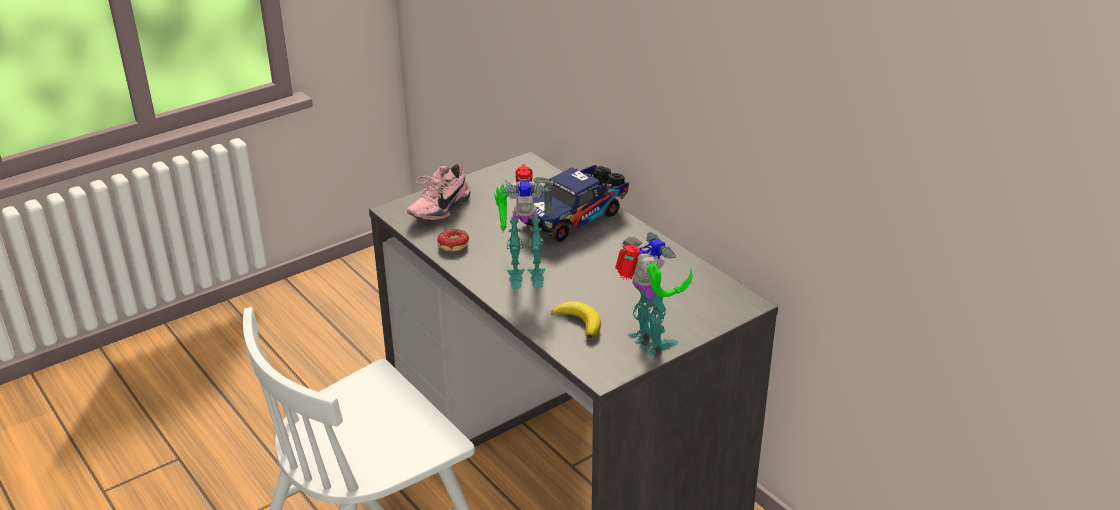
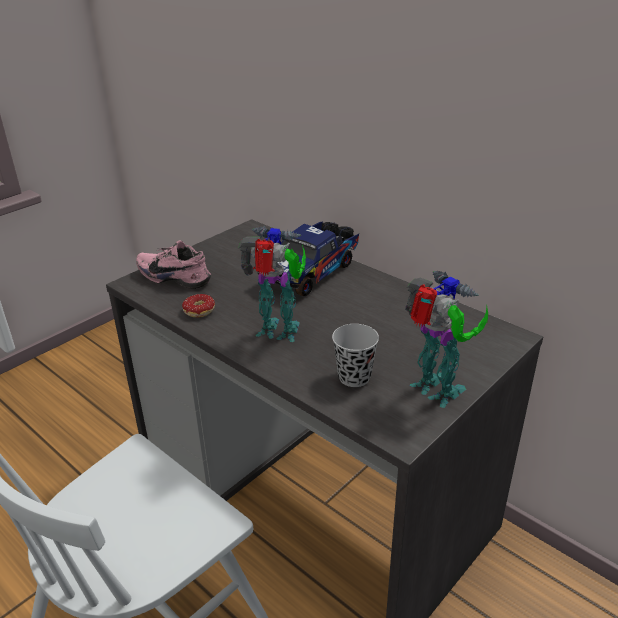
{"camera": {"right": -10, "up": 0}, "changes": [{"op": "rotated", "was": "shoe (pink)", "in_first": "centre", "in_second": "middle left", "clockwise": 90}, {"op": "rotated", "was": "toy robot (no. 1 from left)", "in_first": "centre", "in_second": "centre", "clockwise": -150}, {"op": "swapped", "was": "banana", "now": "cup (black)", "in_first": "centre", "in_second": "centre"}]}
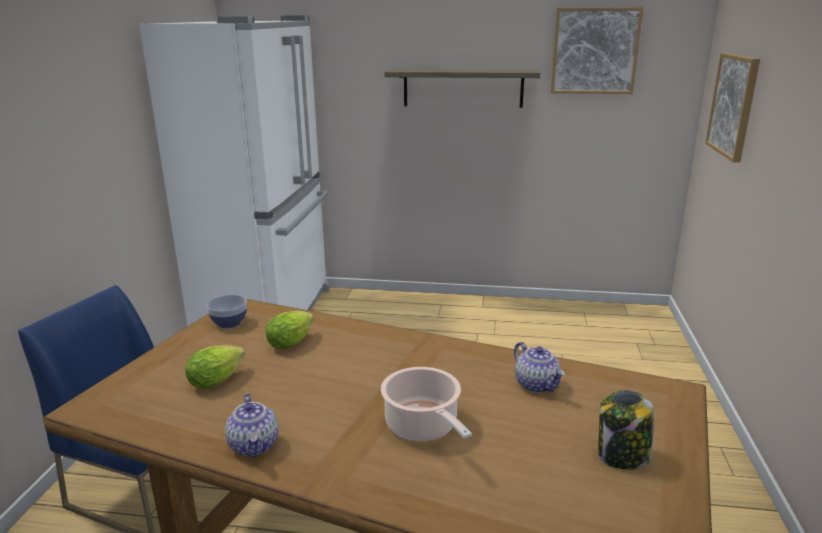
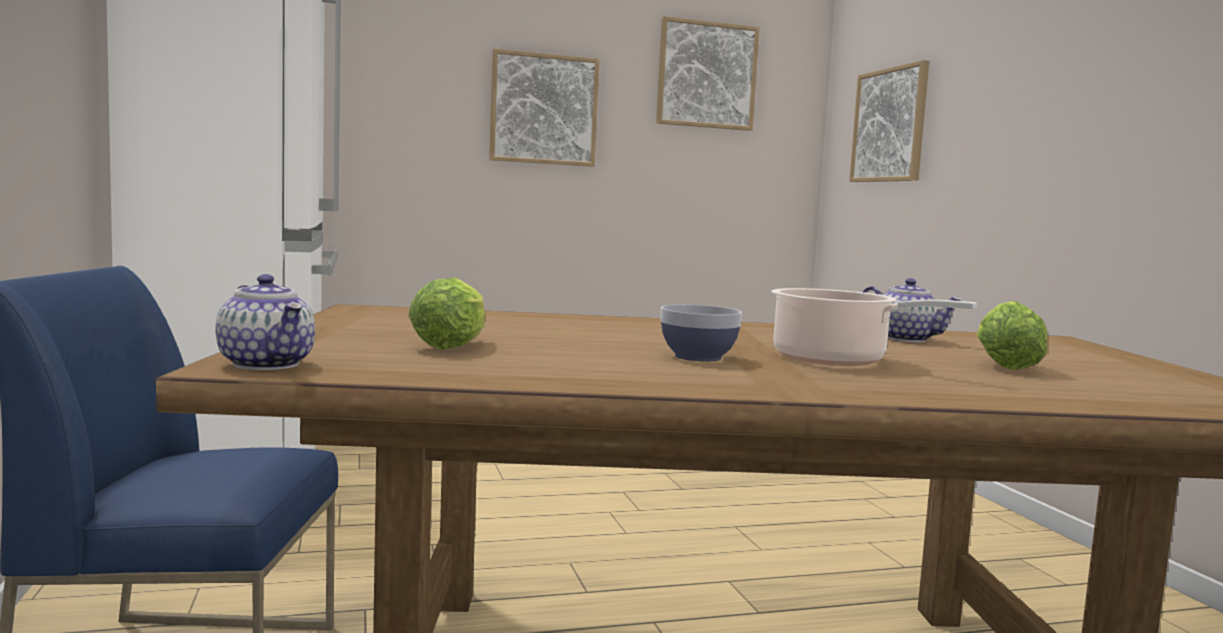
{"camera": {"right": -25, "up": -15}, "changes": [{"op": "swapped", "was": "shelf", "now": "picture (no. 1 from left)", "in_first": "top centre", "in_second": "top centre"}, {"op": "shifted", "was": "bowl", "in_first": "middle left", "in_second": "centre"}, {"op": "shifted", "was": "lettuce (no. 2 from left)", "in_first": "centre", "in_second": "middle right"}, {"op": "gone", "was": "jar", "in_first": "bottom right"}, {"op": "shifted", "was": "teapot (no. 1 from left)", "in_first": "bottom left", "in_second": "middle left"}]}
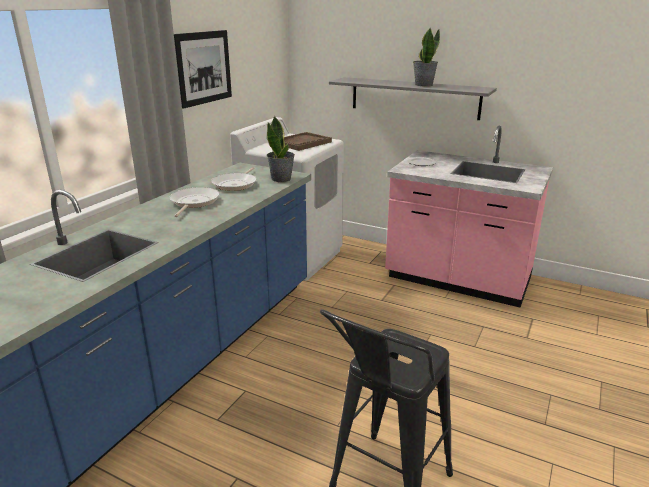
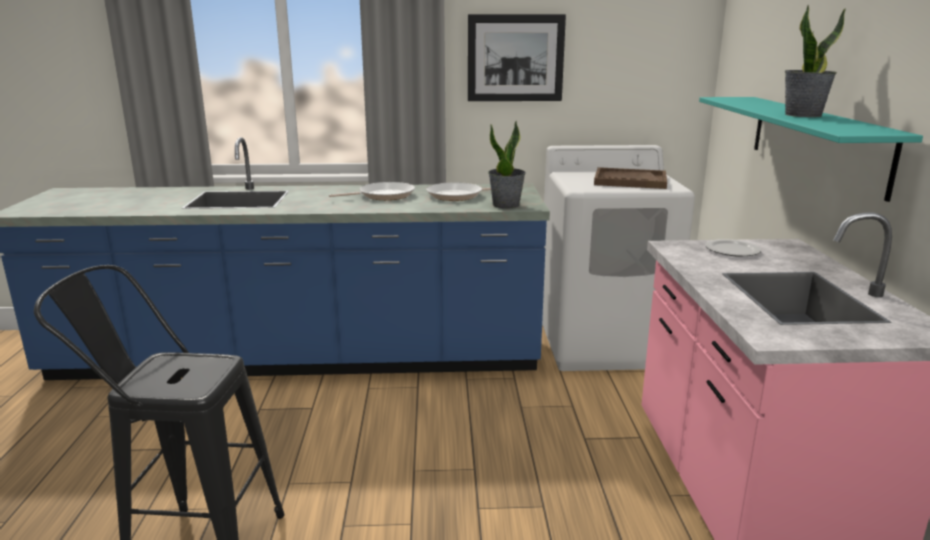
{"camera": {"right": 60, "up": -5}, "changes": [{"op": "repainted", "was": "shelf (grey)", "now": "shelf (turquoise)", "in_first": "top centre", "in_second": "top right"}]}
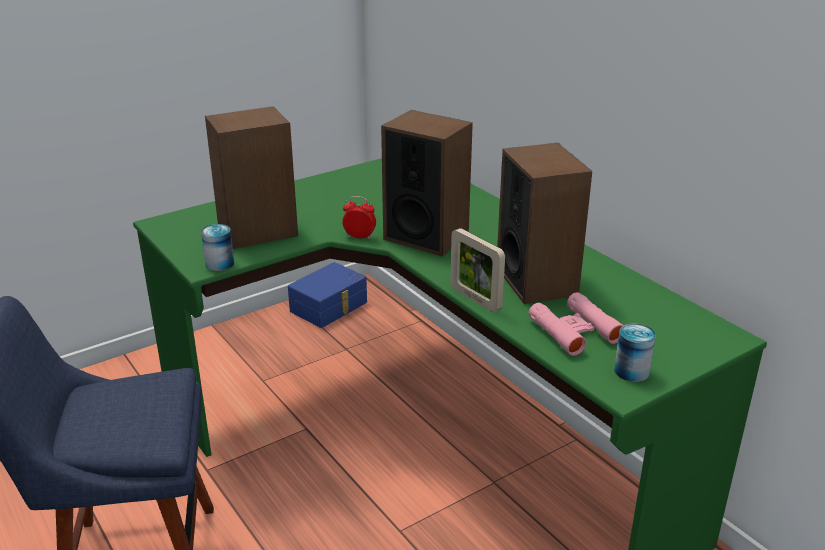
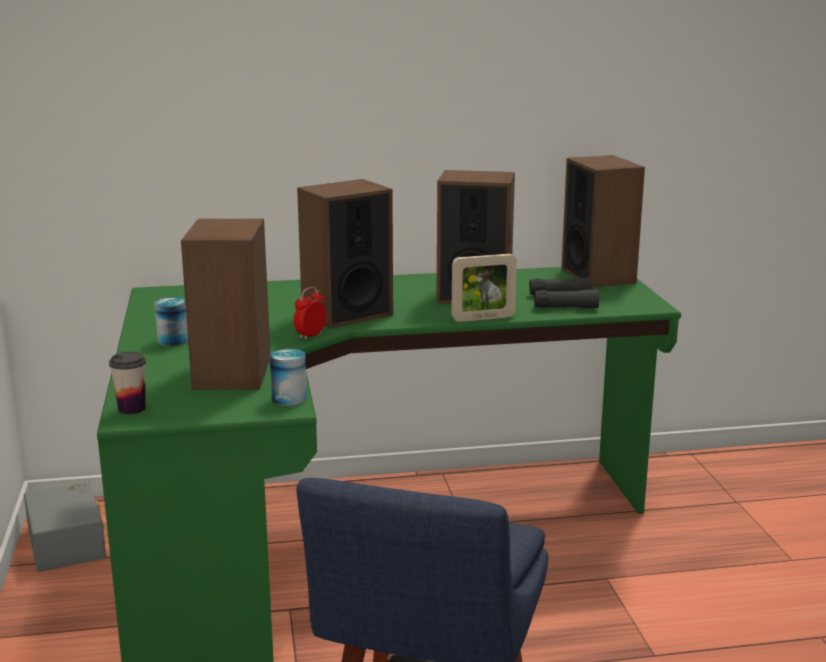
{"camera": {"right": -65, "up": -10}, "changes": [{"op": "repainted", "was": "storage box (blue)", "now": "storage box (grey)", "in_first": "centre", "in_second": "bottom left"}, {"op": "repainted", "was": "binoculars (pink)", "now": "binoculars (black)", "in_first": "middle right", "in_second": "middle right"}, {"op": "shifted", "was": "can (no. 2 from left in the first image)", "now": "can (no. 1 from left)", "in_first": "middle right", "in_second": "middle left"}, {"op": "new", "now": "speaker (no. 4 from left)", "in_second": "middle right"}, {"op": "new", "now": "cup", "in_second": "middle left"}]}
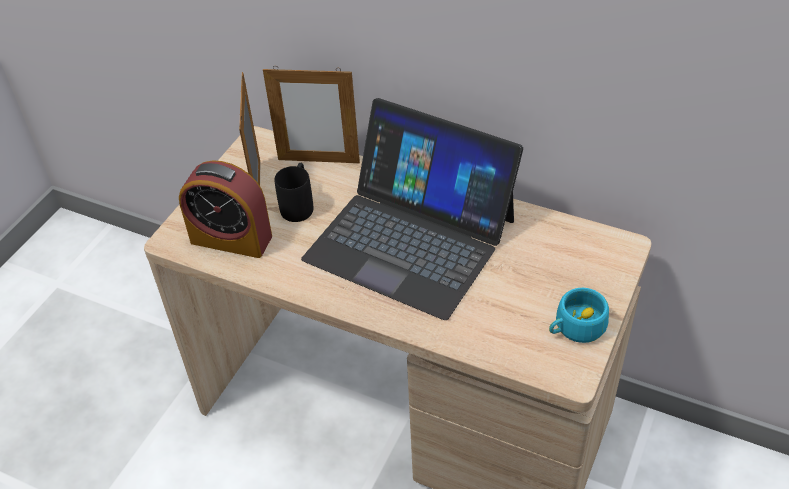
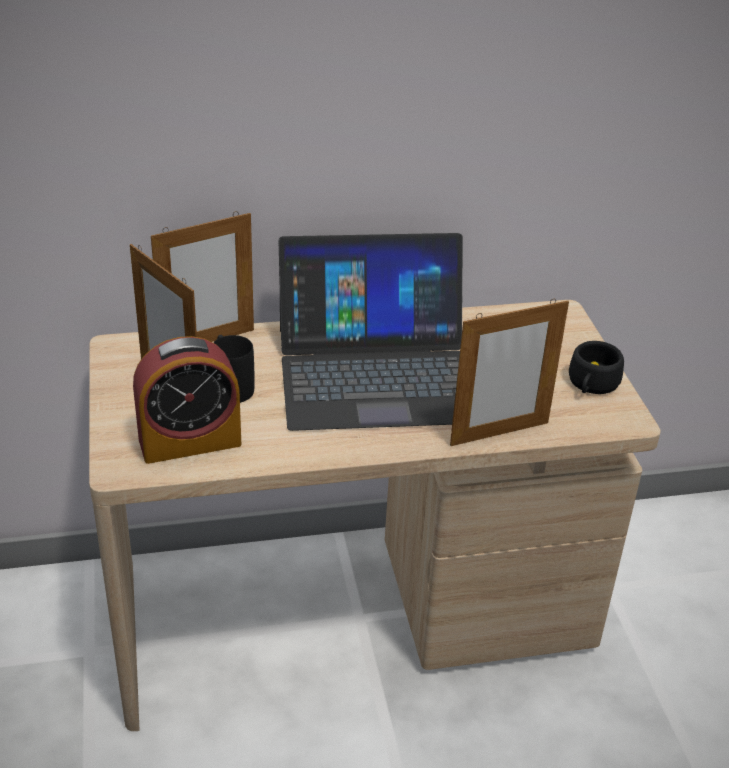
{"camera": {"right": -40, "up": -10}, "changes": [{"op": "repainted", "was": "cup (turquoise)", "now": "cup (black)", "in_first": "middle right", "in_second": "middle right"}, {"op": "new", "now": "picture frame (no. 3 from left)", "in_second": "middle right"}]}
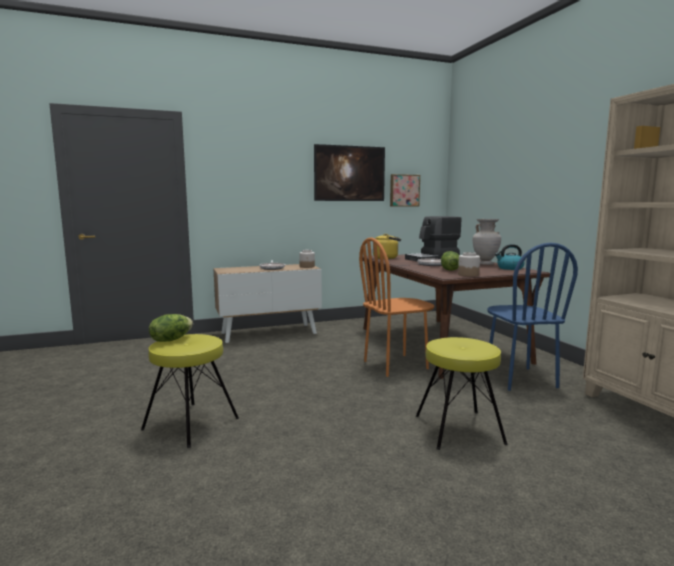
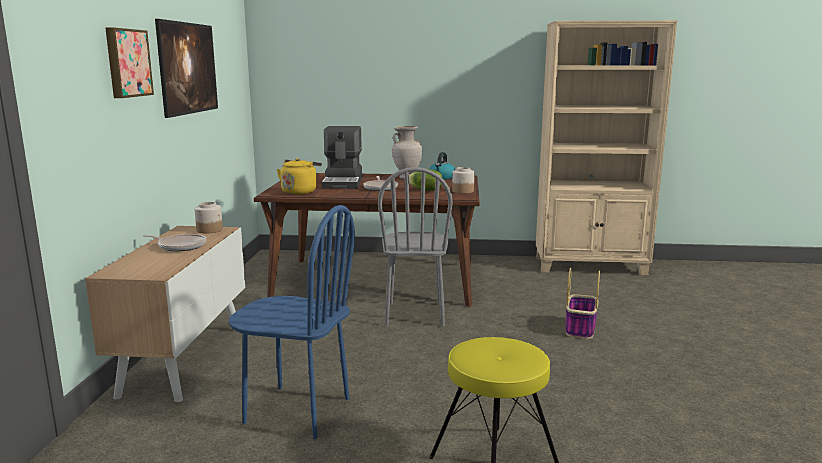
{"camera": {"right": -65, "up": 5}, "changes": [{"op": "shifted", "was": "picture (no. 2 from left in the first image)", "now": "picture (no. 1 from left)", "in_first": "centre", "in_second": "top left"}, {"op": "repainted", "was": "chair (orange)", "now": "chair (grey)", "in_first": "centre", "in_second": "centre"}, {"op": "shifted", "was": "chair (blue)", "in_first": "middle right", "in_second": "bottom centre"}, {"op": "gone", "was": "lettuce (no. 1 from left)", "in_first": "middle left"}, {"op": "swapped", "was": "stool (yellow) (no. 2 from left)", "now": "basket", "in_first": "bottom right", "in_second": "middle right"}]}
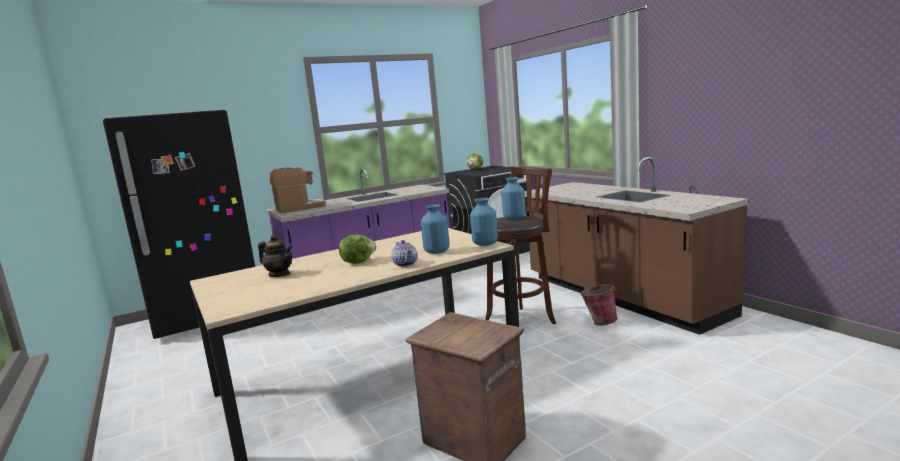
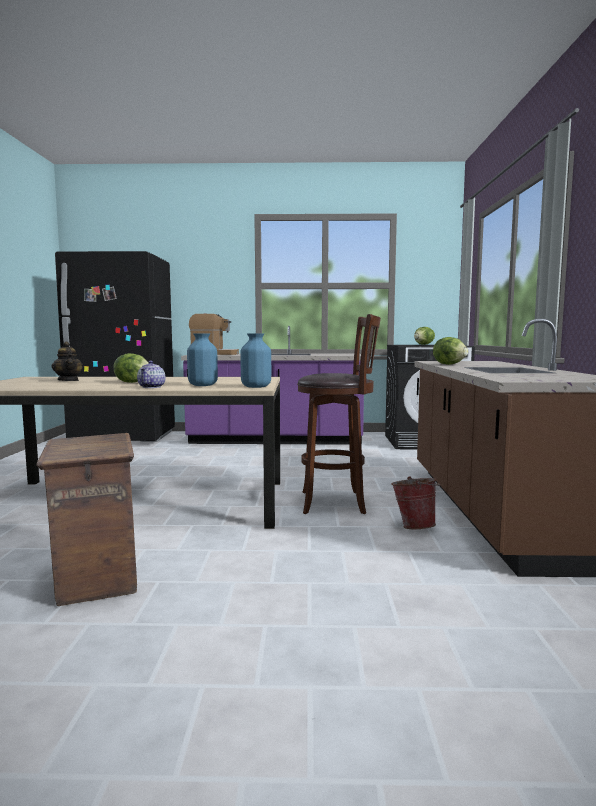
{"camera": {"right": 30, "up": -5}, "changes": [{"op": "gone", "was": "vase (blue) (no. 3 from left)", "in_first": "centre"}, {"op": "new", "now": "lettuce (no. 3 from left)", "in_second": "middle right"}]}
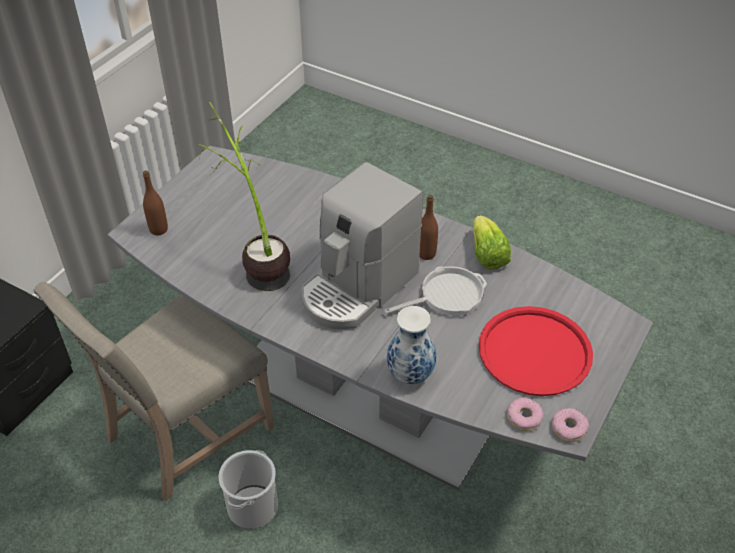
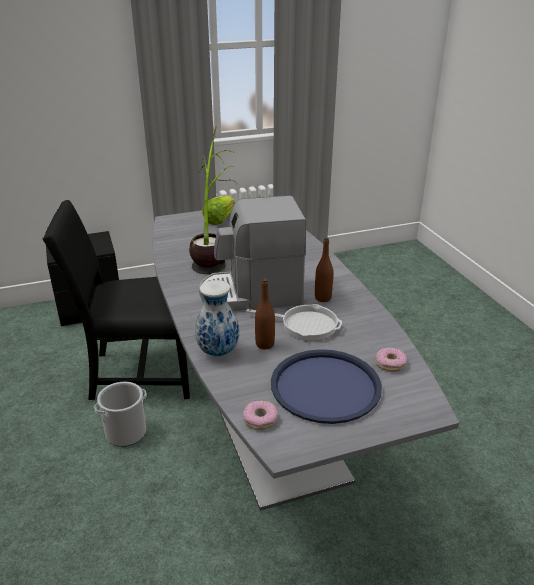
{"camera": {"right": 40, "up": -15}, "changes": [{"op": "shifted", "was": "bottle (brown) (no. 1 from left)", "in_first": "middle left", "in_second": "centre"}, {"op": "shifted", "was": "lettuce", "in_first": "middle right", "in_second": "centre"}, {"op": "repainted", "was": "chair (beige)", "now": "chair (black)", "in_first": "bottom left", "in_second": "middle left"}, {"op": "repainted", "was": "tray (red)", "now": "tray (blue)", "in_first": "middle right", "in_second": "centre"}, {"op": "shifted", "was": "donut (no. 2 from left)", "in_first": "bottom right", "in_second": "middle right"}]}
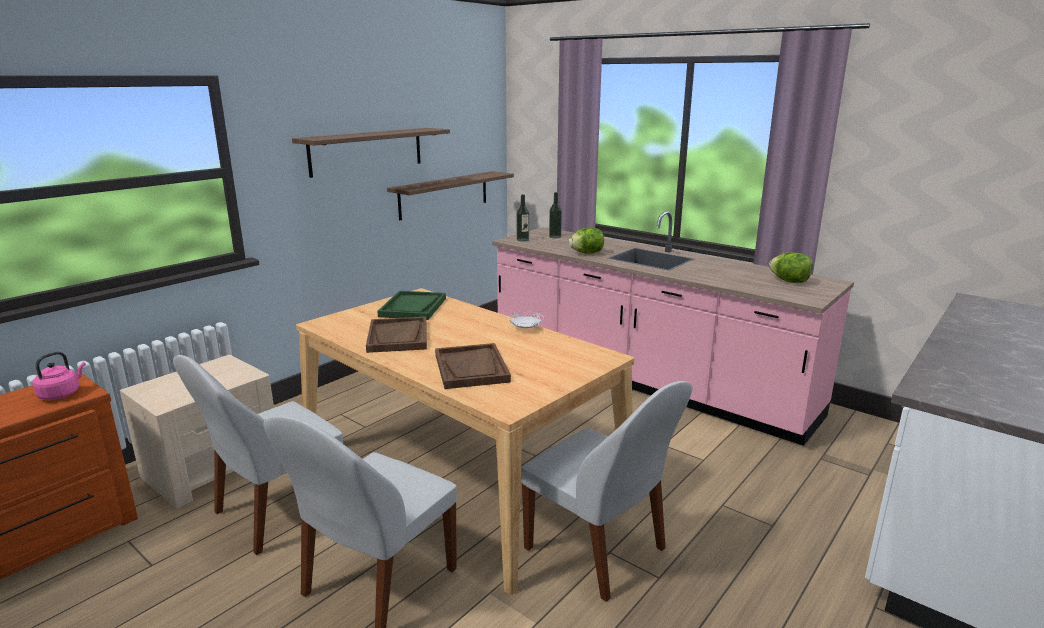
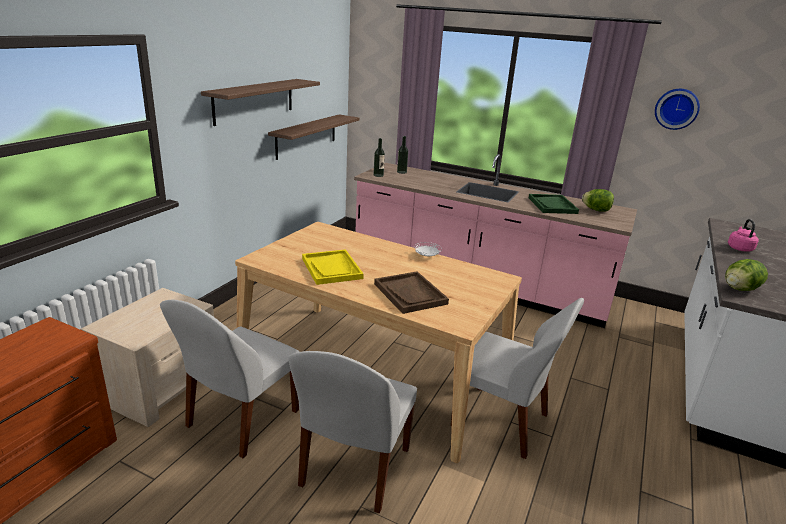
{"camera": {"right": -15, "up": 5}, "changes": [{"op": "shifted", "was": "lettuce (no. 1 from left in the first image)", "now": "lettuce (no. 2 from left)", "in_first": "centre", "in_second": "middle right"}, {"op": "shifted", "was": "tray (green)", "in_first": "centre", "in_second": "middle right"}, {"op": "repainted", "was": "tray (brown) (no. 1 from left)", "now": "tray (yellow)", "in_first": "centre", "in_second": "centre"}, {"op": "shifted", "was": "kettle (pink)", "in_first": "middle left", "in_second": "middle right"}, {"op": "new", "now": "wall clock", "in_second": "top right"}]}
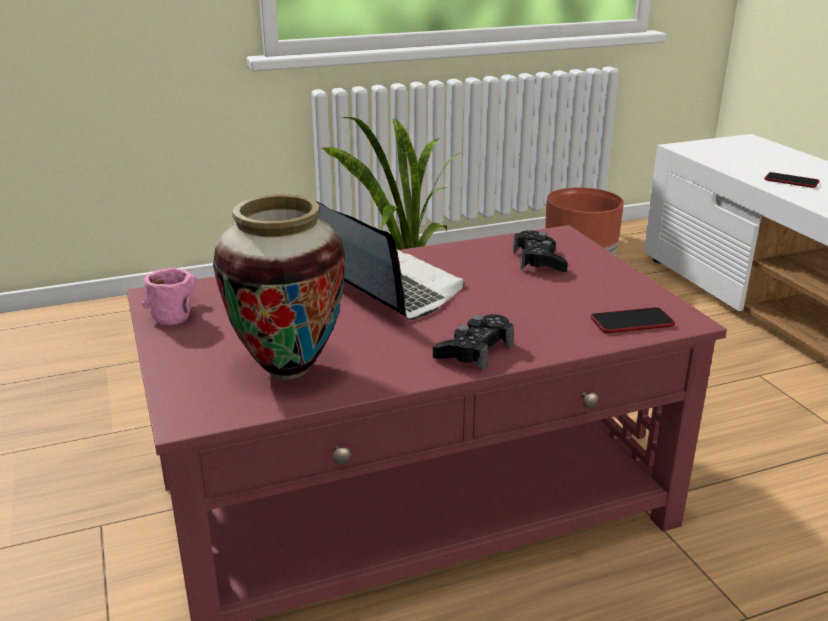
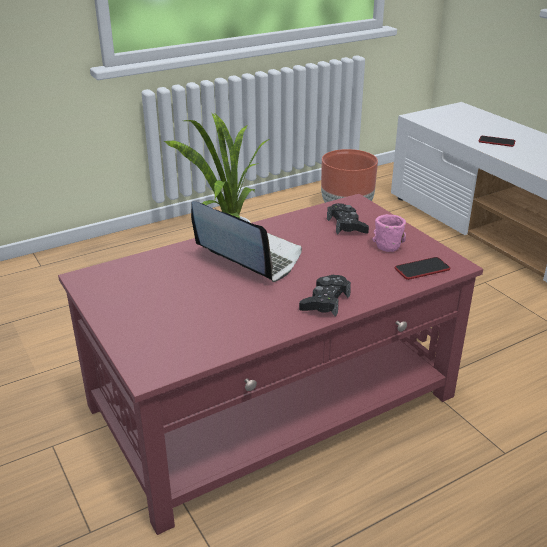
{"camera": {"right": -10, "up": 5}, "changes": [{"op": "gone", "was": "vase", "in_first": "centre"}, {"op": "shifted", "was": "mug (pink)", "in_first": "middle left", "in_second": "middle right"}]}
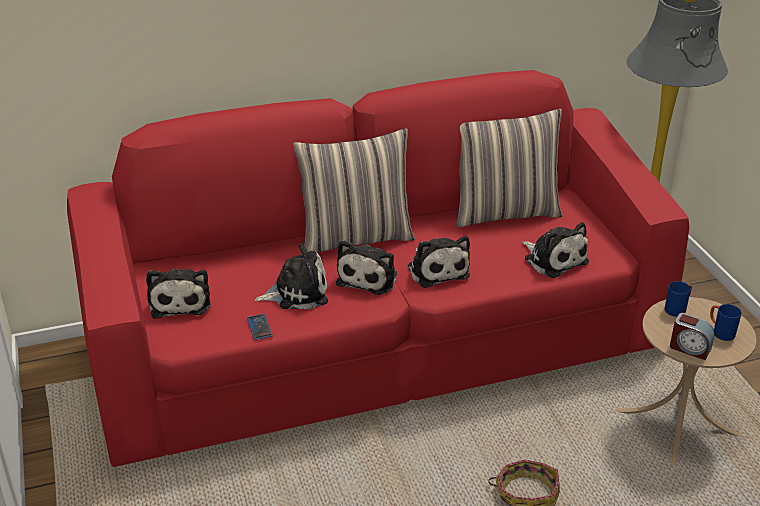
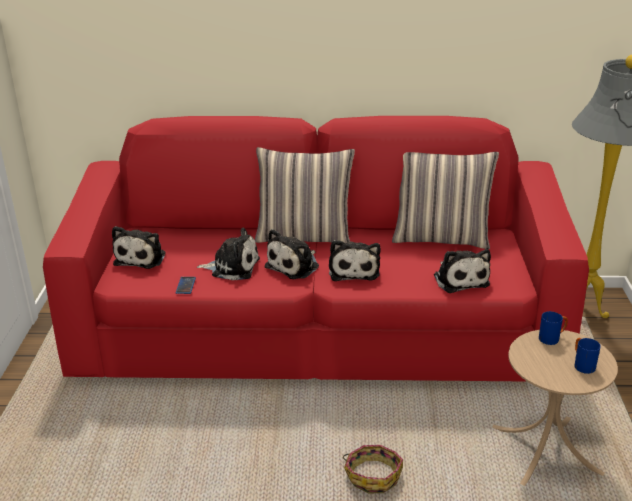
{"camera": {"right": 20, "up": -5}, "changes": [{"op": "gone", "was": "alarm clock", "in_first": "middle right"}]}
